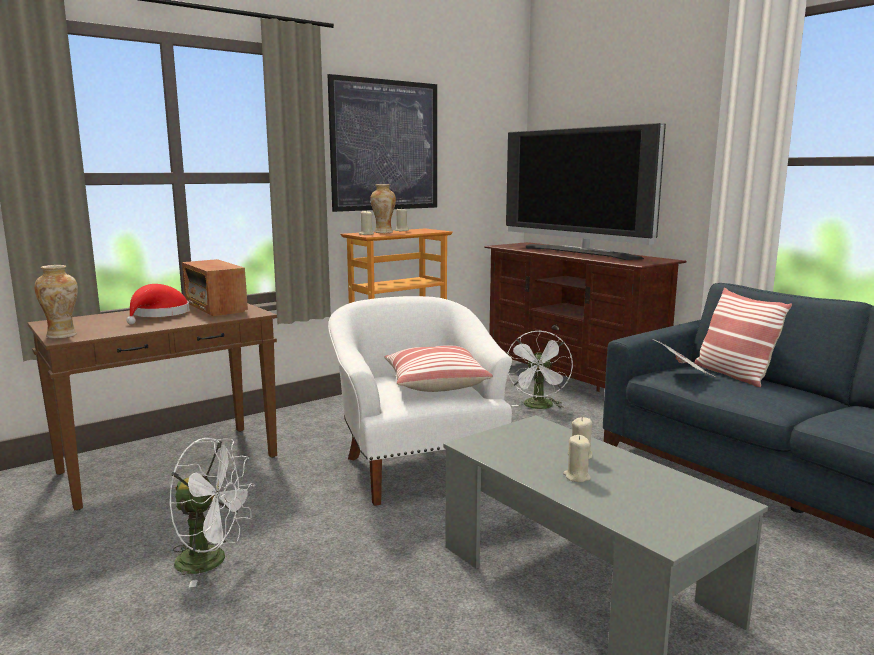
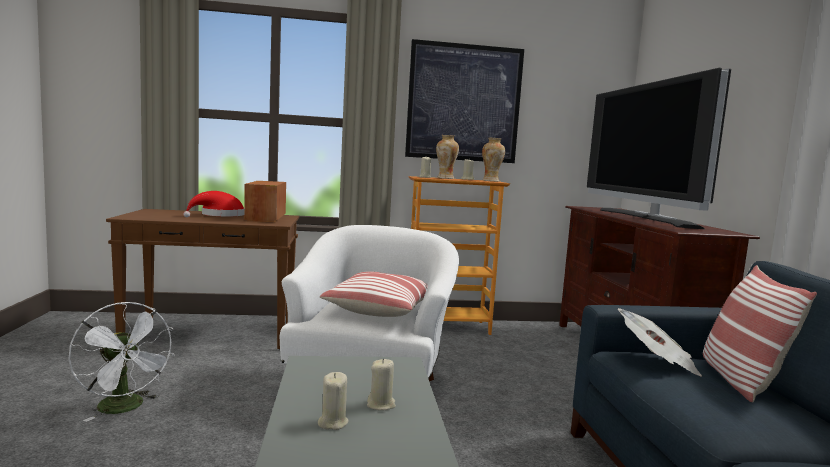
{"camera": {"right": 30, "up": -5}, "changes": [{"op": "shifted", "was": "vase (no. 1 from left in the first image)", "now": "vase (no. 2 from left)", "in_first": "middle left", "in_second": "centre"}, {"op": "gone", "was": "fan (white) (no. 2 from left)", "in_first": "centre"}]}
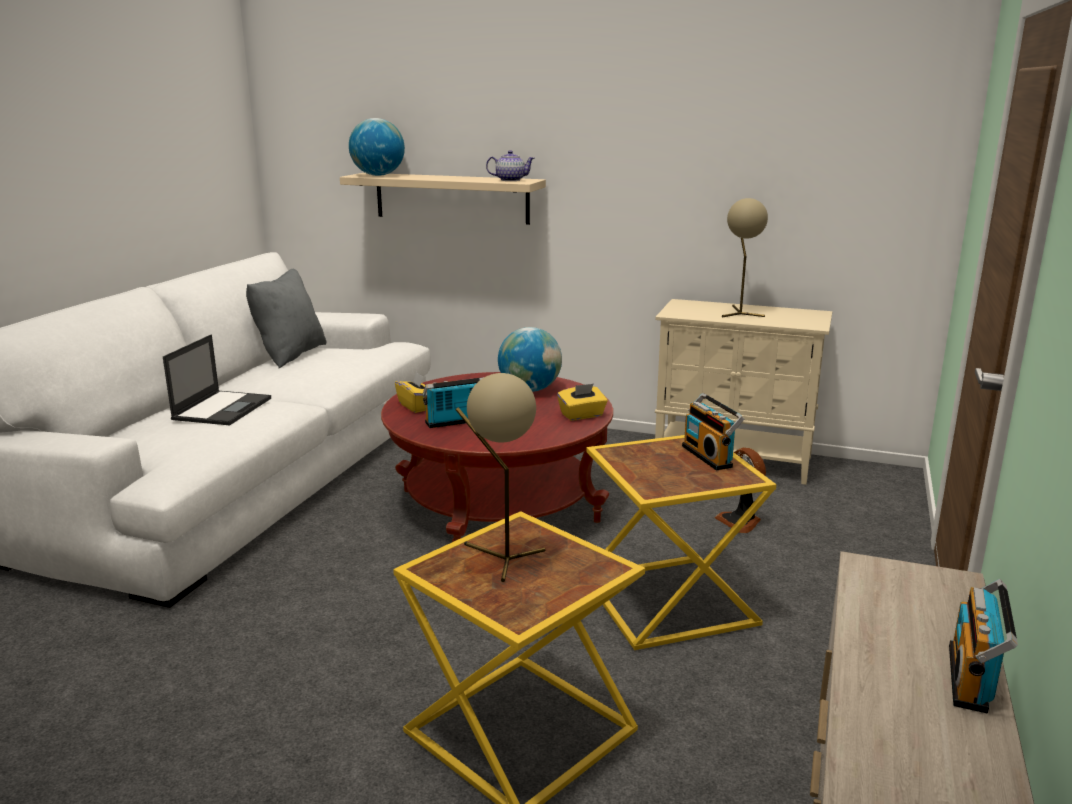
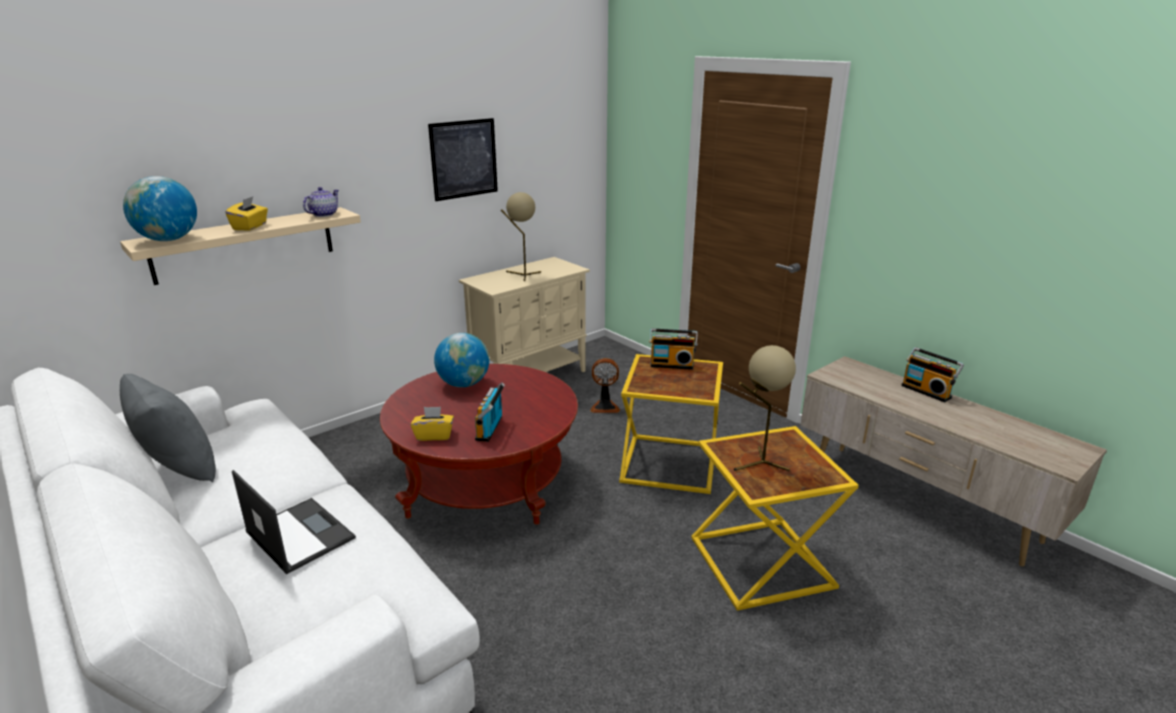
{"camera": {"right": -60, "up": 5}, "changes": [{"op": "shifted", "was": "tissue box (yellow) (no. 2 from left in the first image)", "now": "tissue box (yellow) (no. 1 from left)", "in_first": "centre", "in_second": "top left"}, {"op": "new", "now": "picture", "in_second": "top centre"}]}
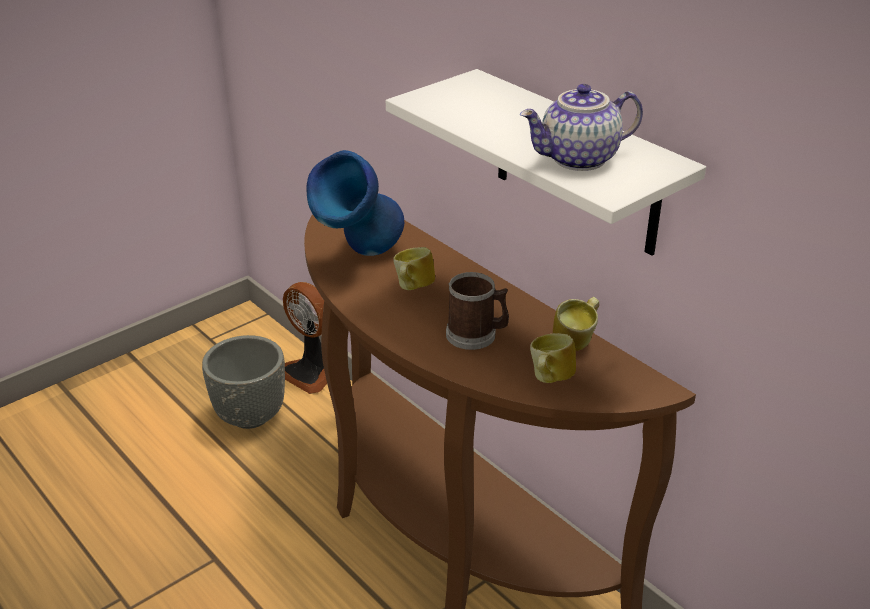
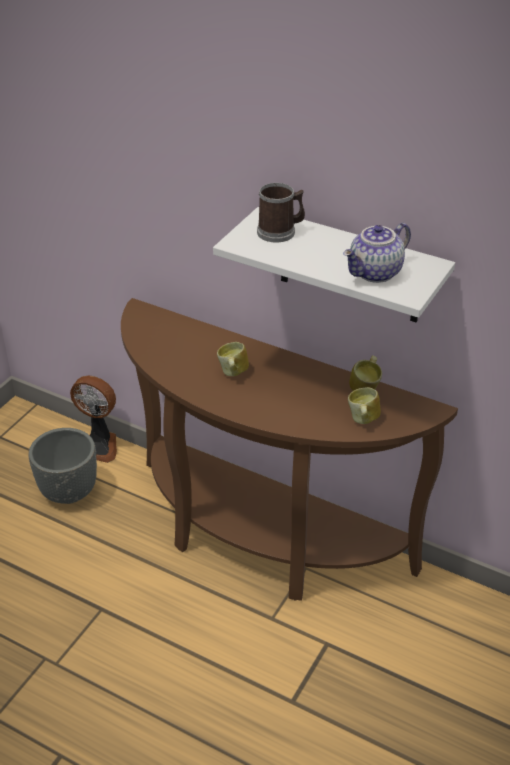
{"camera": {"right": -20, "up": 5}, "changes": [{"op": "gone", "was": "vase (blue)", "in_first": "centre"}, {"op": "shifted", "was": "mug (no. 2 from left)", "in_first": "centre", "in_second": "top centre"}]}
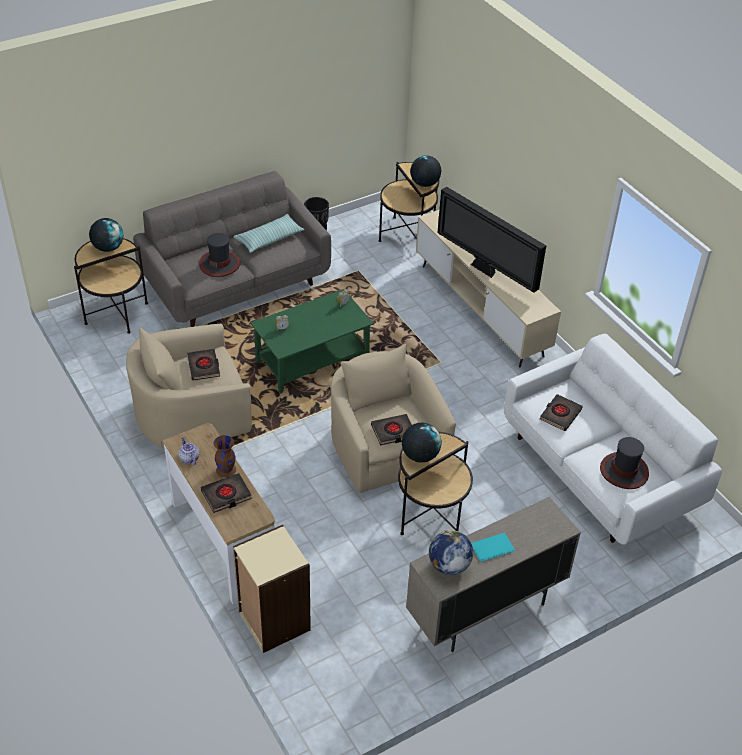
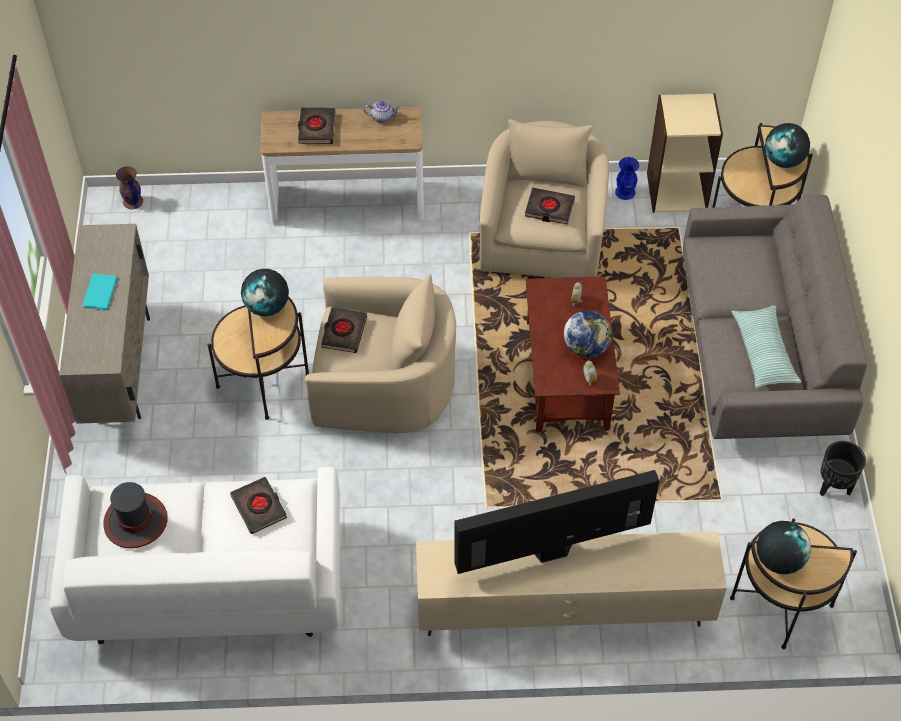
{"camera": {"right": 120, "up": 10}, "changes": [{"op": "gone", "was": "hat (no. 1 from left)", "in_first": "middle left"}, {"op": "repainted", "was": "coffee table (green)", "now": "coffee table (brown)", "in_first": "centre", "in_second": "centre"}, {"op": "shifted", "was": "vase (brown)", "in_first": "middle left", "in_second": "top left"}, {"op": "shifted", "was": "bookcase (beige)", "in_first": "bottom centre", "in_second": "top right"}, {"op": "shifted", "was": "globe (no. 4 from left in the first image)", "now": "globe (no. 2 from left)", "in_first": "bottom centre", "in_second": "centre"}, {"op": "new", "now": "vase (blue)", "in_second": "top right"}]}
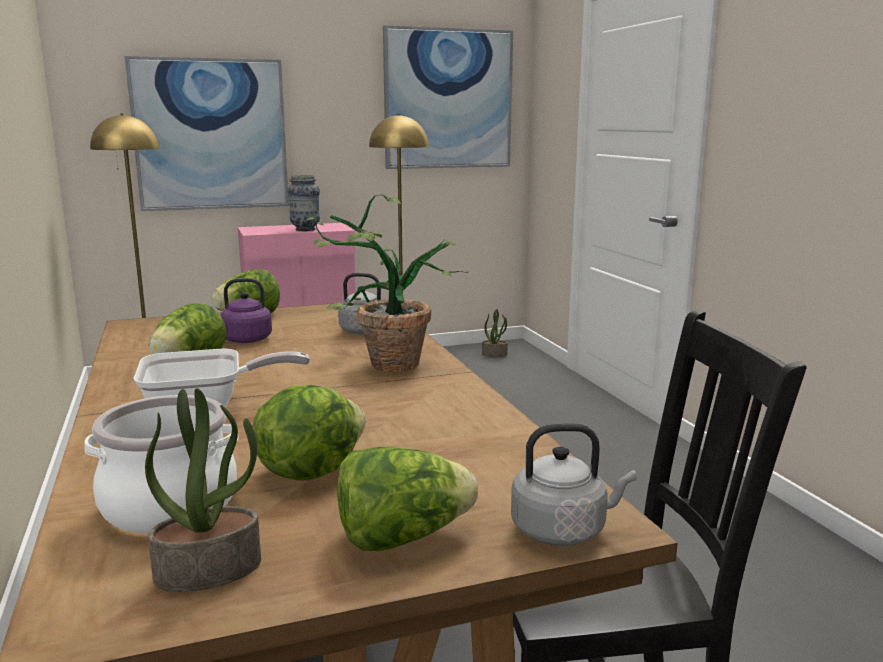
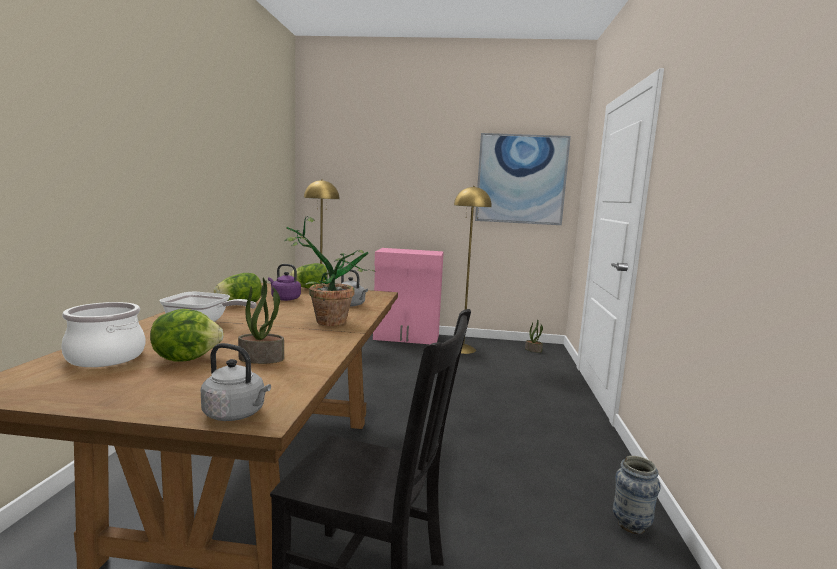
{"camera": {"right": 25, "up": -5}, "changes": [{"op": "gone", "was": "picture (no. 1 from left)", "in_first": "top left"}, {"op": "shifted", "was": "vase", "in_first": "top centre", "in_second": "bottom right"}, {"op": "shifted", "was": "potted plant (no. 1 from left)", "in_first": "bottom left", "in_second": "middle left"}, {"op": "gone", "was": "lettuce (no. 4 from left)", "in_first": "bottom centre"}]}
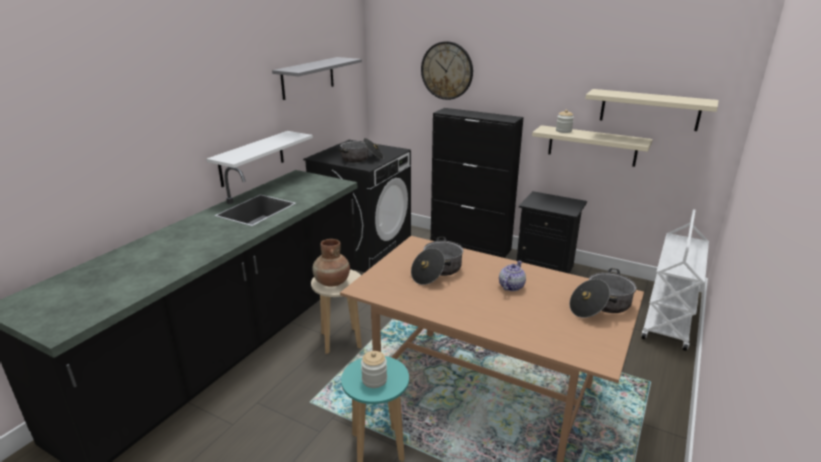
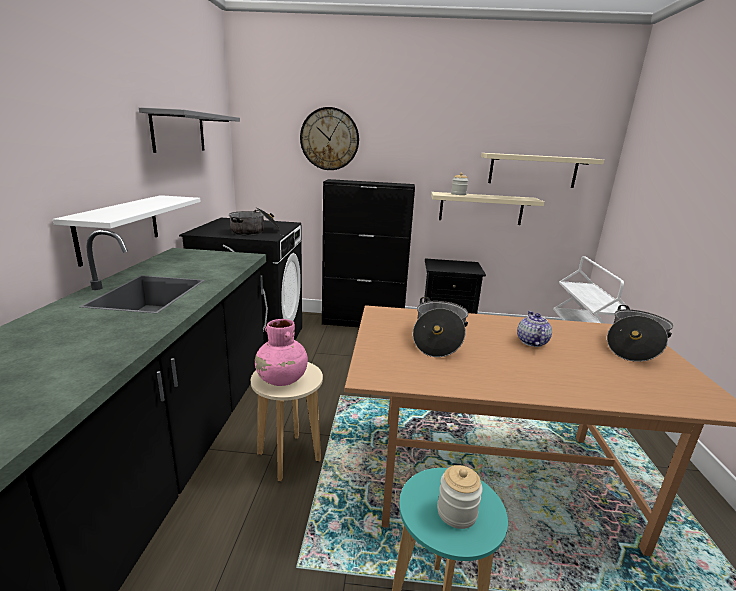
{"camera": {"right": -25, "up": -5}, "changes": [{"op": "repainted", "was": "vase (brown)", "now": "vase (pink)", "in_first": "centre", "in_second": "centre"}]}
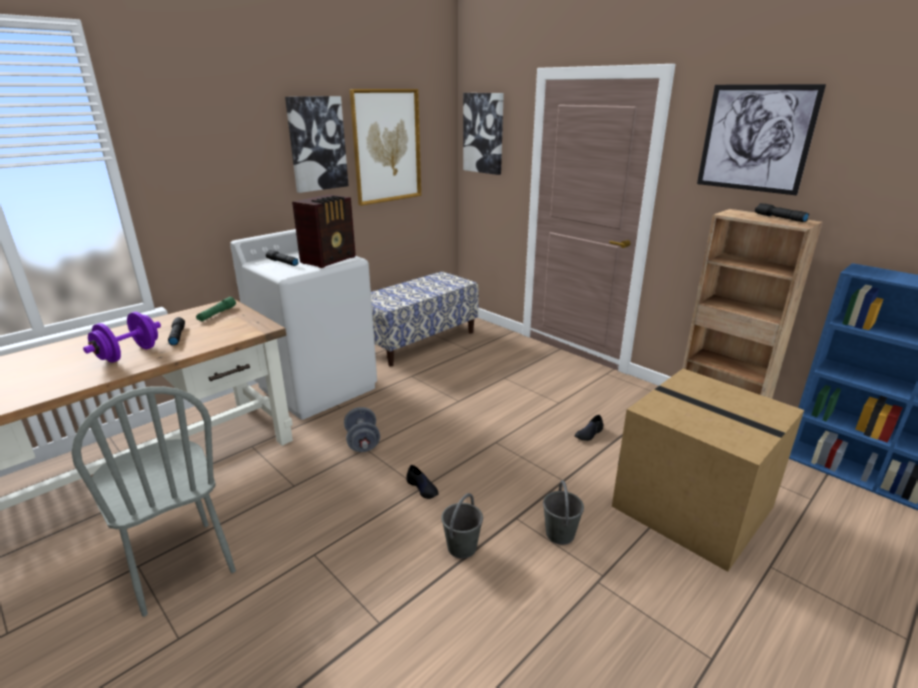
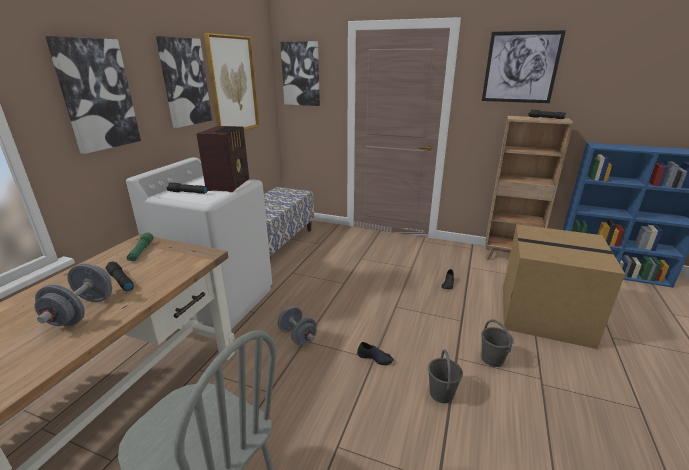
{"camera": {"right": -25, "up": 0}, "changes": [{"op": "repainted", "was": "dumbbell (purple)", "now": "dumbbell (grey) (no. 1 from left)", "in_first": "middle left", "in_second": "middle left"}, {"op": "new", "now": "picture (no. 1 from left)", "in_second": "top left"}]}
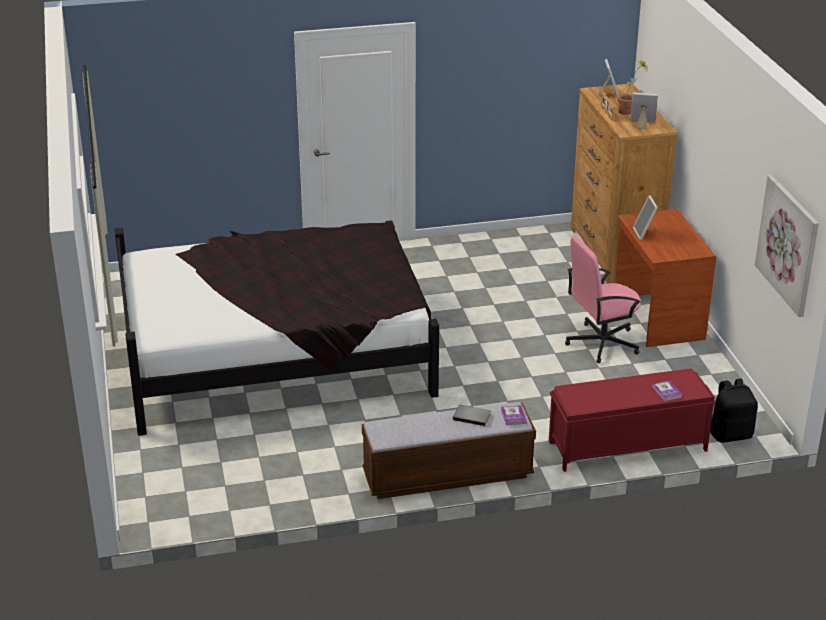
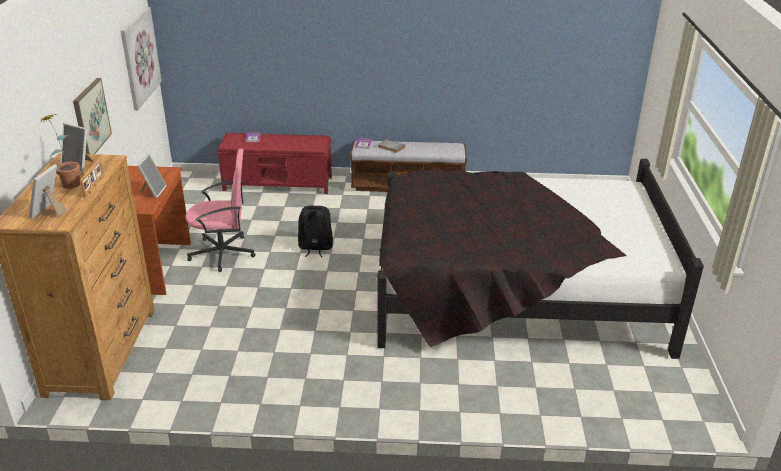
{"camera": {"right": -165, "up": 0}, "changes": [{"op": "shifted", "was": "backpack (black)", "in_first": "middle right", "in_second": "centre"}, {"op": "new", "now": "picture (no. 1 from left)", "in_second": "top left"}]}
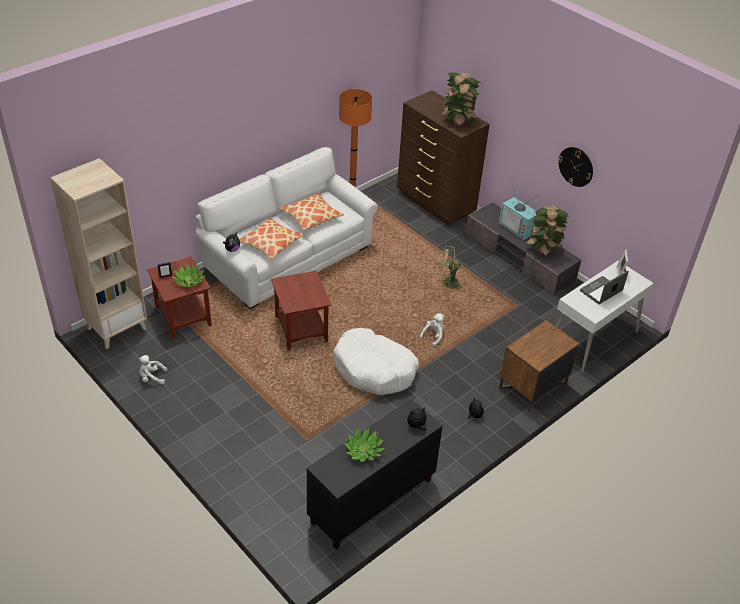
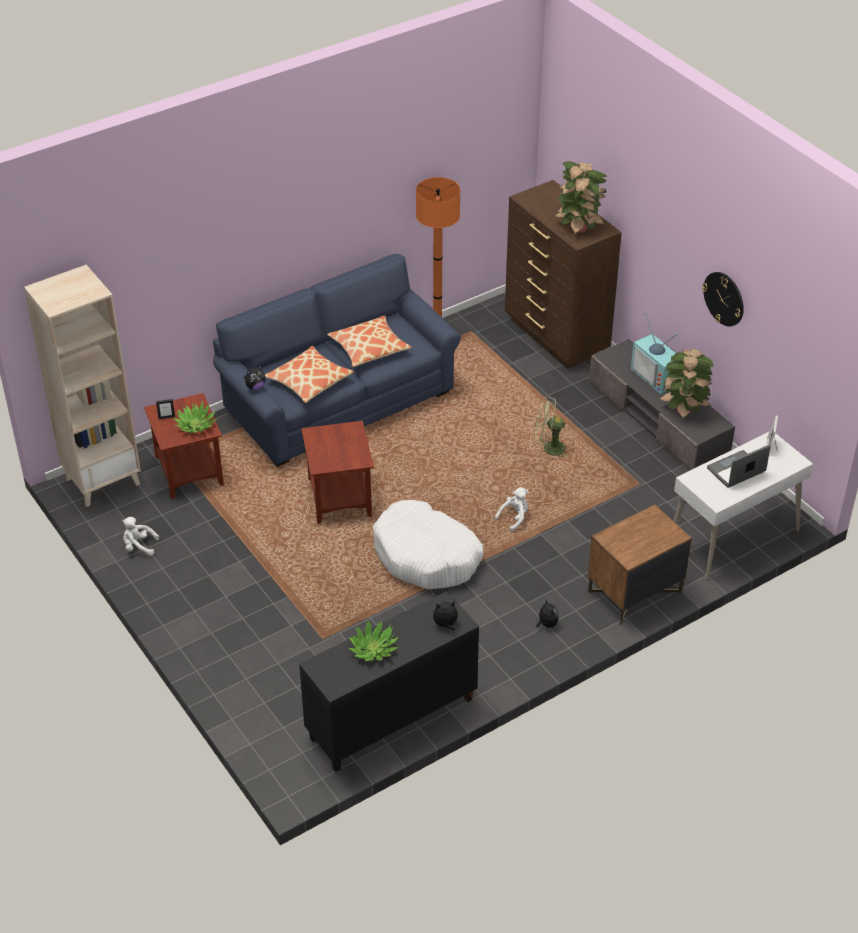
{"camera": {"right": 10, "up": 0}, "changes": [{"op": "repainted", "was": "sofa (white)", "now": "sofa (blue)", "in_first": "centre", "in_second": "centre"}]}
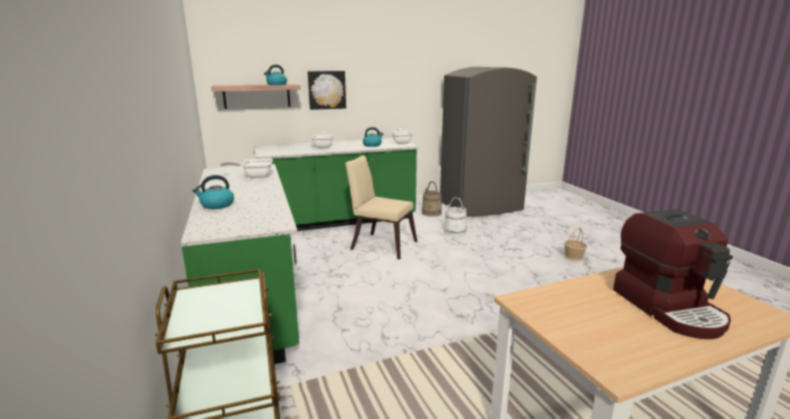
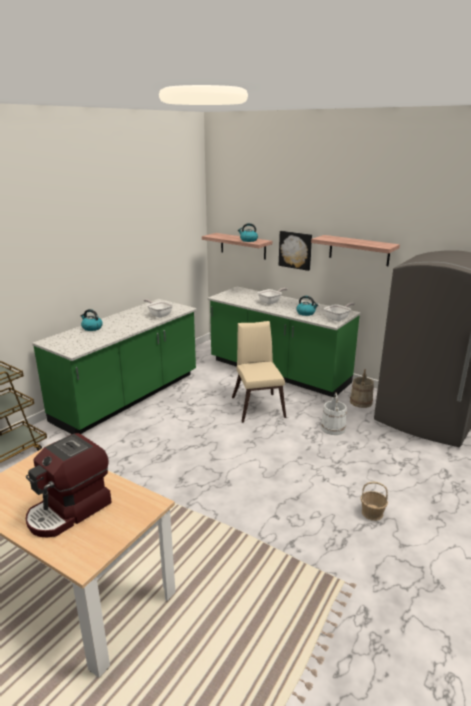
{"camera": {"right": 55, "up": 5}, "changes": [{"op": "new", "now": "shelf (no. 2 from left)", "in_second": "middle right"}]}
